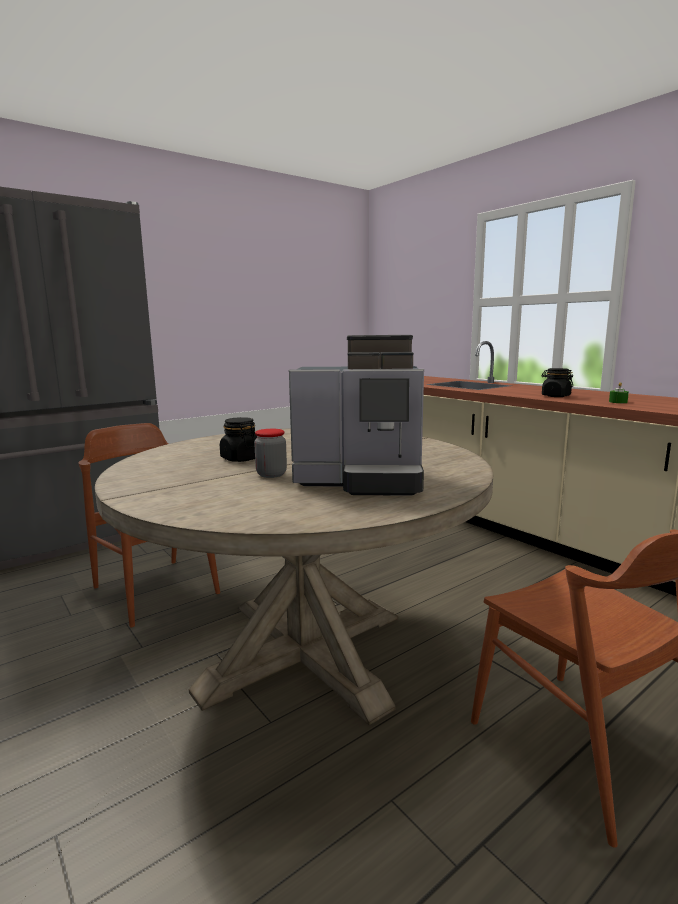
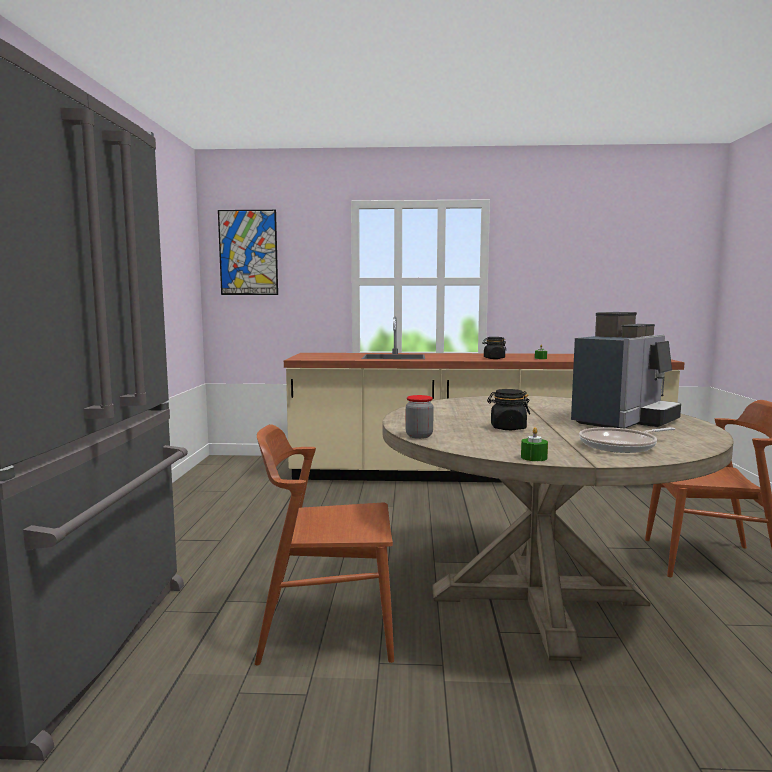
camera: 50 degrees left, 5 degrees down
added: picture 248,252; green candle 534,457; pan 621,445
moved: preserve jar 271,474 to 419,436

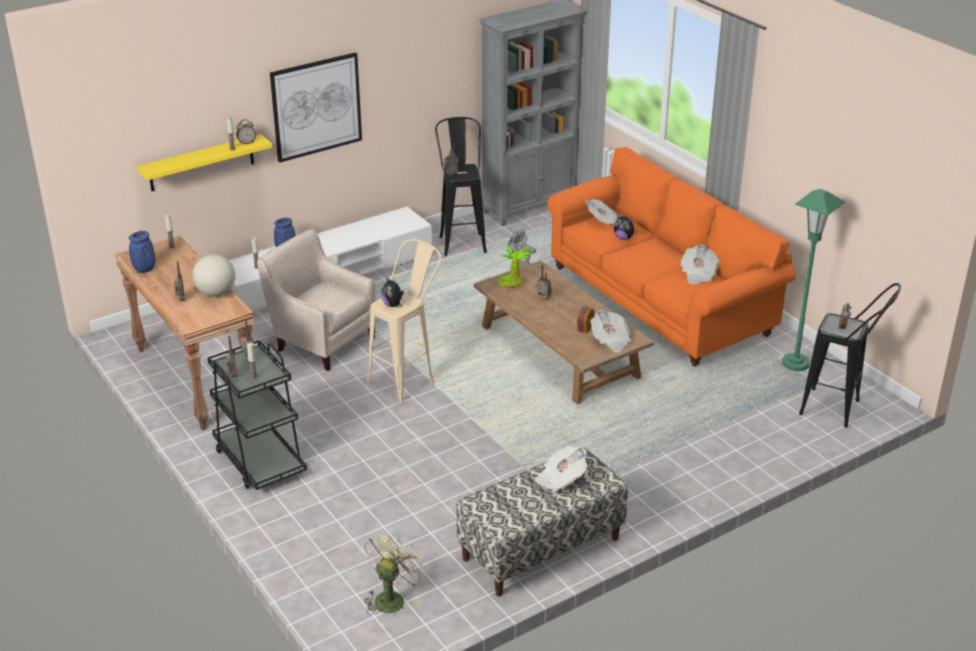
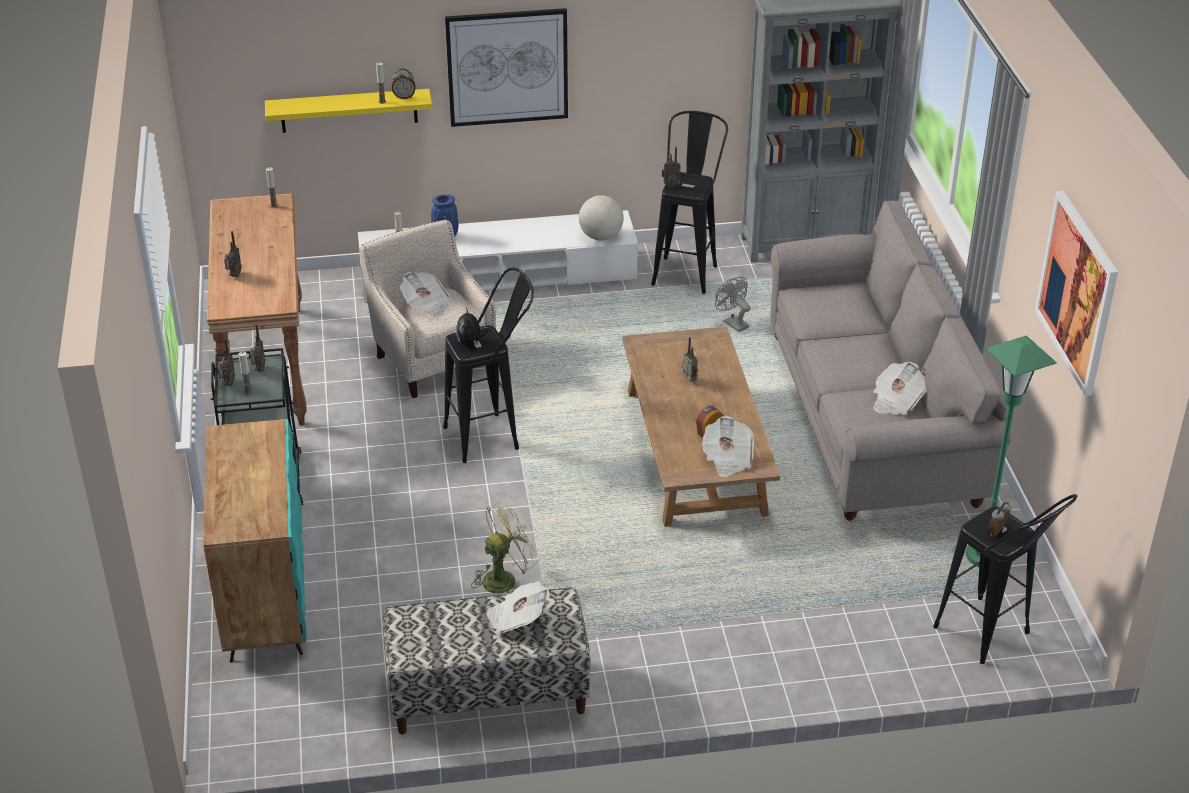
camera: 25 degrees right, 5 degrees up
removed: bluish flower vase 144,270; potted plant 513,282; plush toy 623,238
added: turquoise-coloured storage cabinet 265,596; picture 1077,292
moved: newspaper 603,222 to 426,306; green electric fan 392,597 to 505,578; desk globe 216,293 to 601,236
recoloured: beige stool 407,379 to blackish stool 493,435; orange couch 659,301 to gray couch 872,419

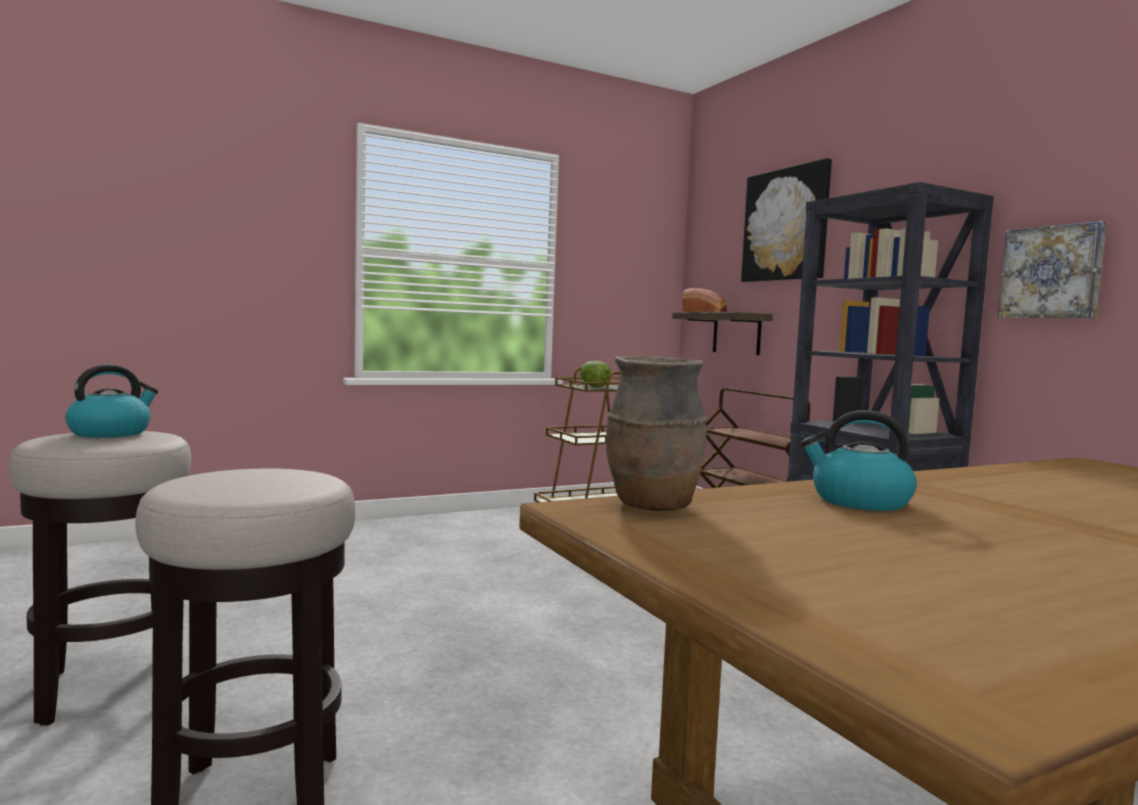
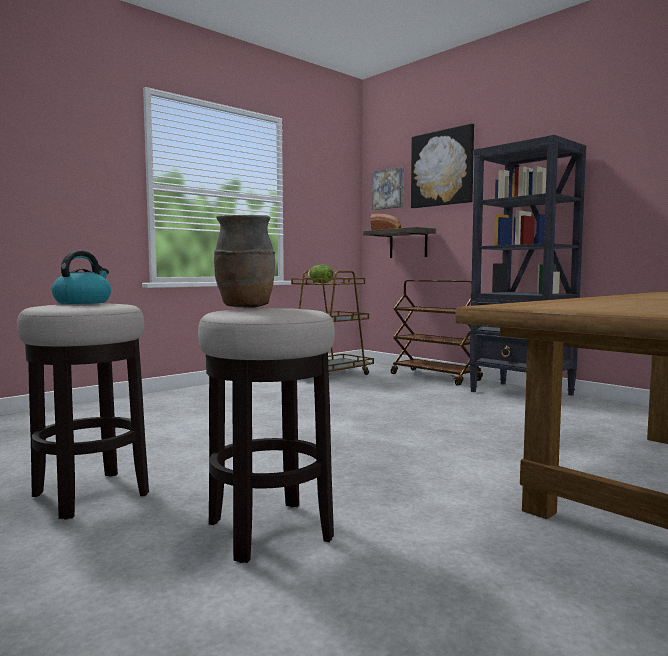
camera: 15 degrees left, 0 degrees up
removed: tea kettle 858,501
moved: brownish flower vase 653,506 to 246,307; picture 1052,272 to 389,189

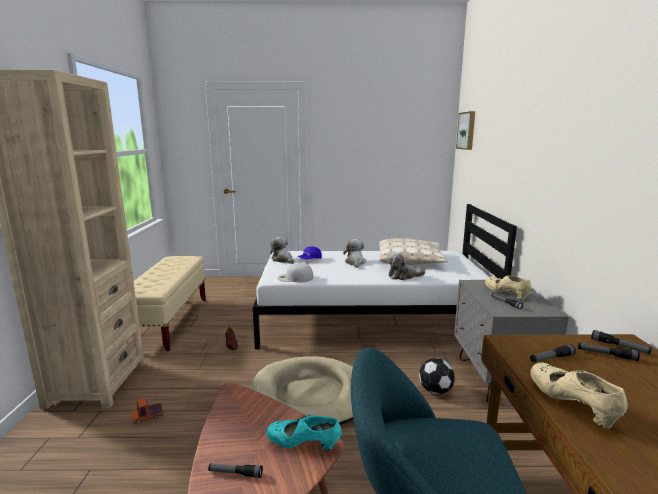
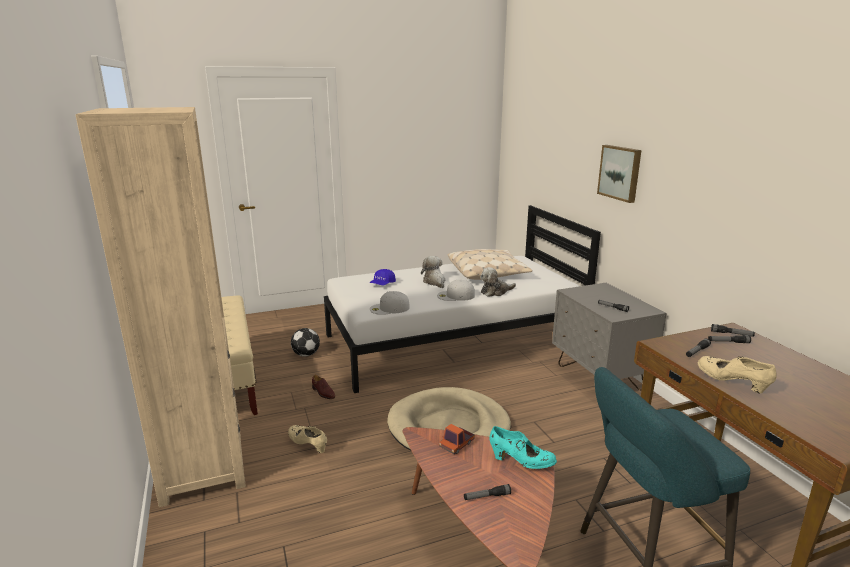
camera: 20 degrees left, 5 degrees up
removed: plush toy 283,260
added: whitish peaked cap 455,296
moved: beige item of footwear 506,294 to 308,445; football 434,390 to 305,354; model truck 148,416 to 456,444; picture 467,130 to 620,172
turned: turquoise-coloured item of footwear 303,445 = 521,462 150 degrees counterclockwise

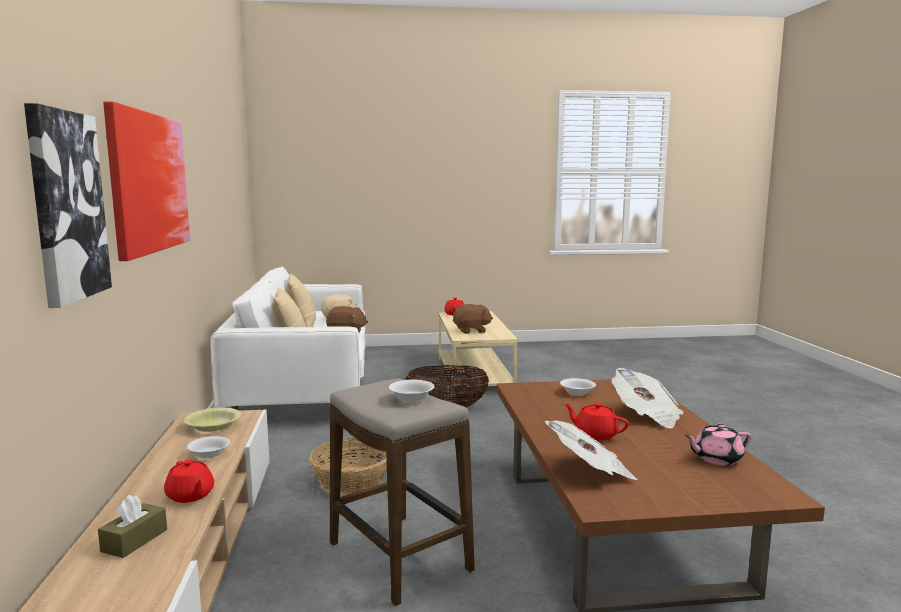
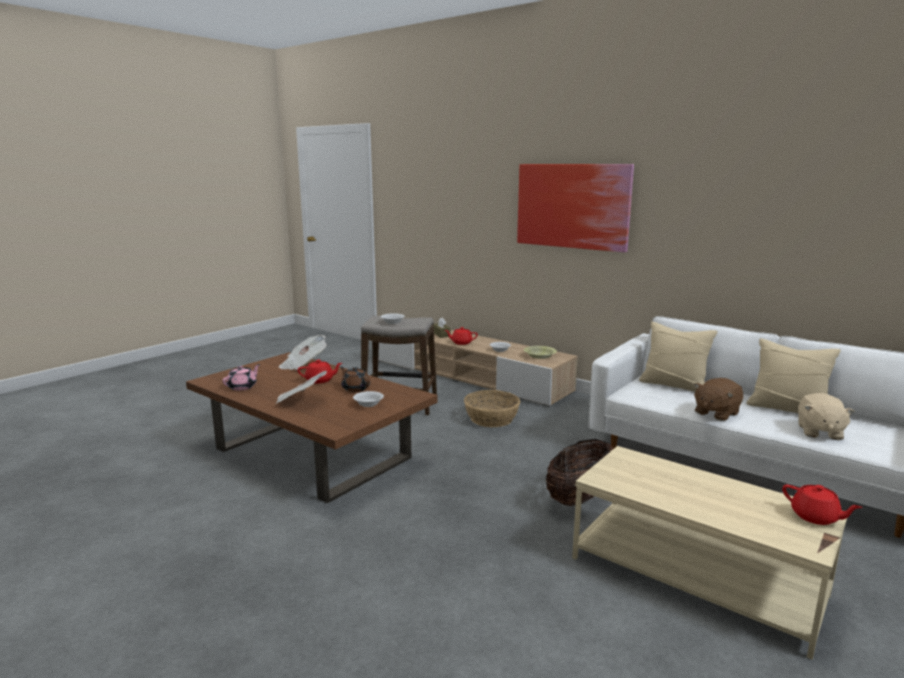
camera: 135 degrees right, 5 degrees up
removed: picture 66,206; brownish plush toy 471,331
added: brownish pot for tea 355,388

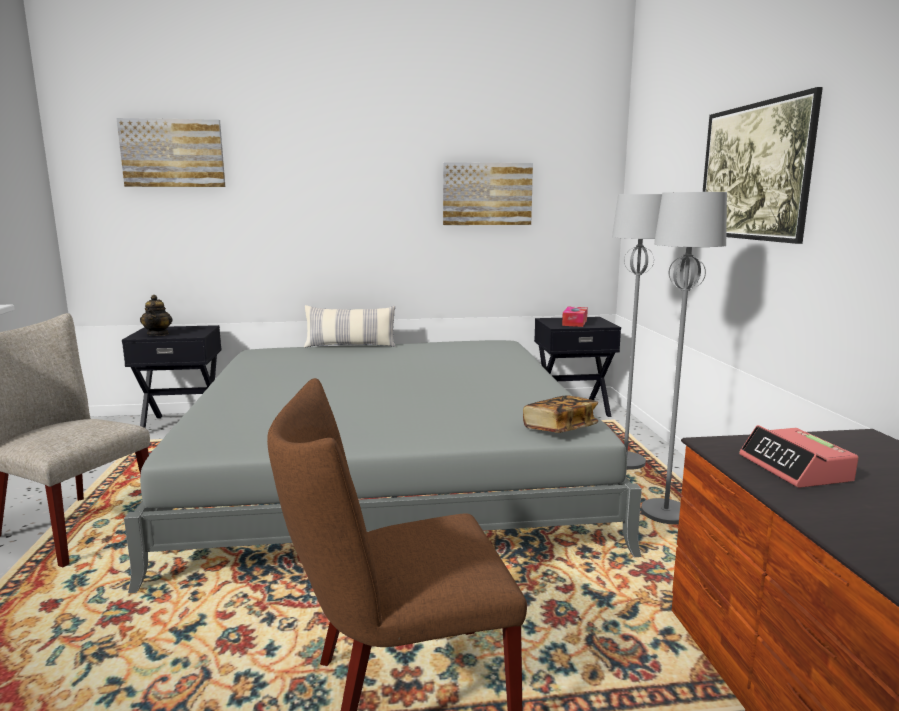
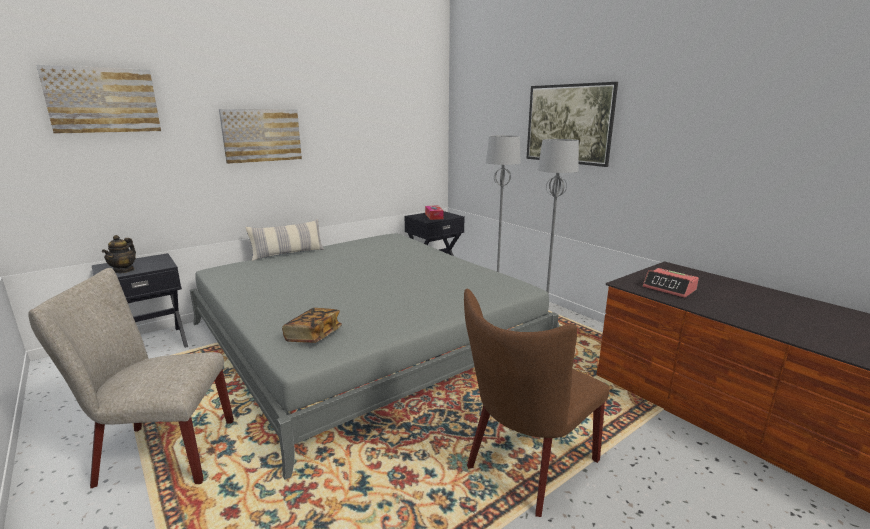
camera: 30 degrees left, 5 degrees up
moved: picture 487,194 to 261,135; book 560,429 to 313,336
turned: pot for tea 158,334 = 124,270 45 degrees clockwise

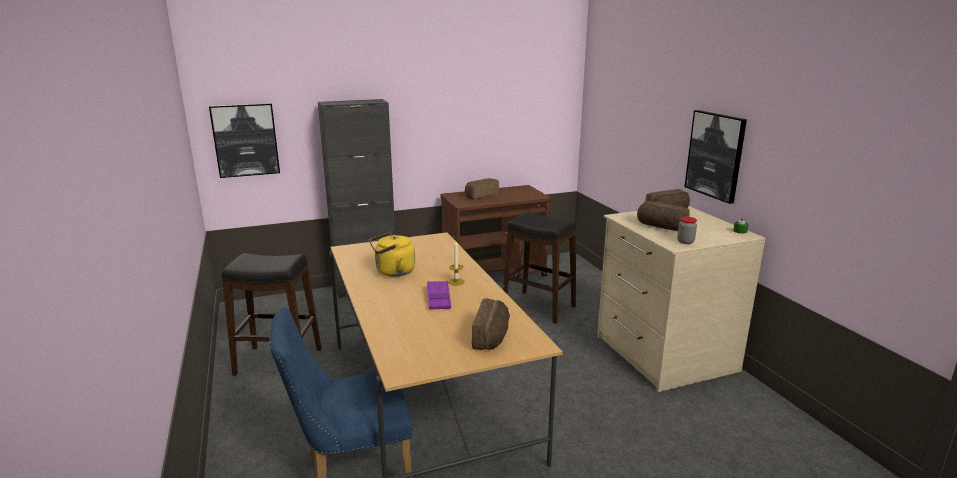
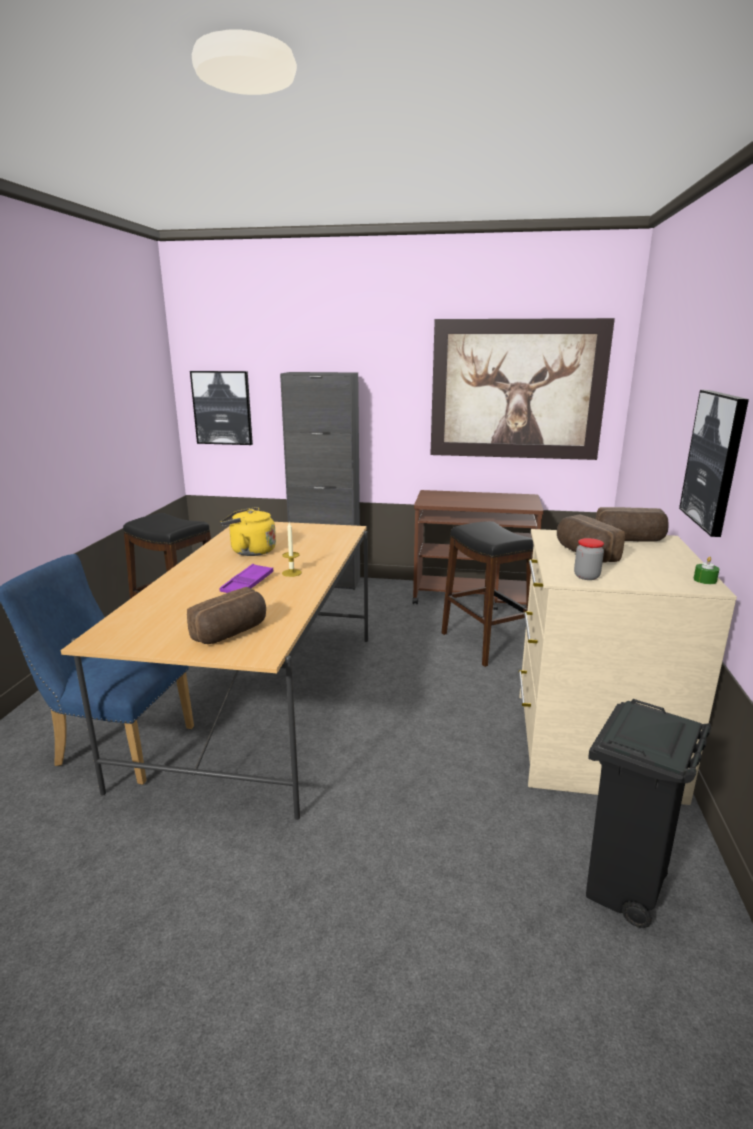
camera: 30 degrees right, 0 degrees up
removed: bread 480,196
added: picture 516,390; blackish waste bin 623,892

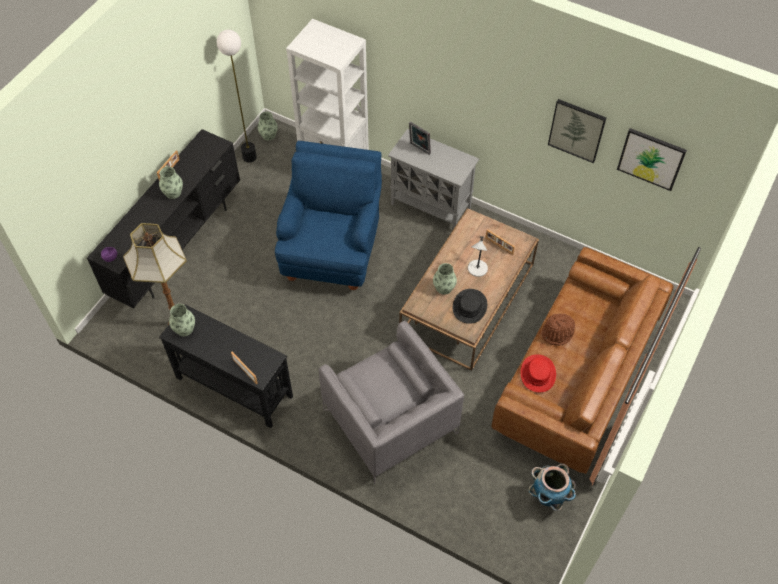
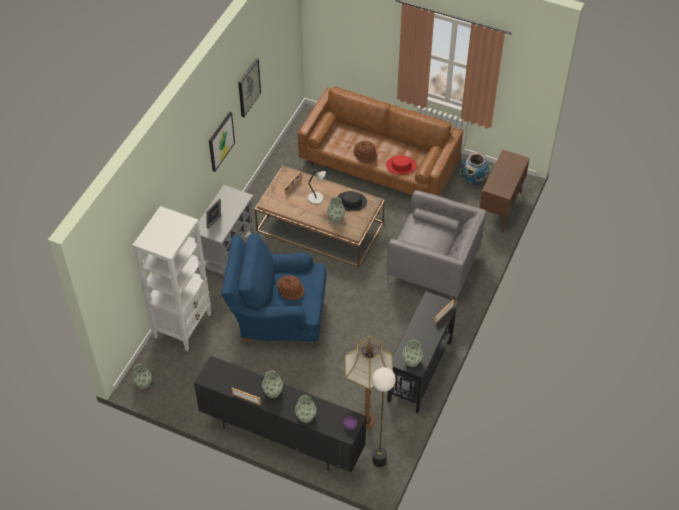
camera: 95 degrees left, 5 degrees down
added: brownish wearable hat 291,290; flower vase 305,416; brownish storage cabinet 500,209
moved: picture 651,158 to 221,141; standard lamp 249,157 to 379,460
turned: gray armchair 390,422 = 433,267 60 degrees clockwise

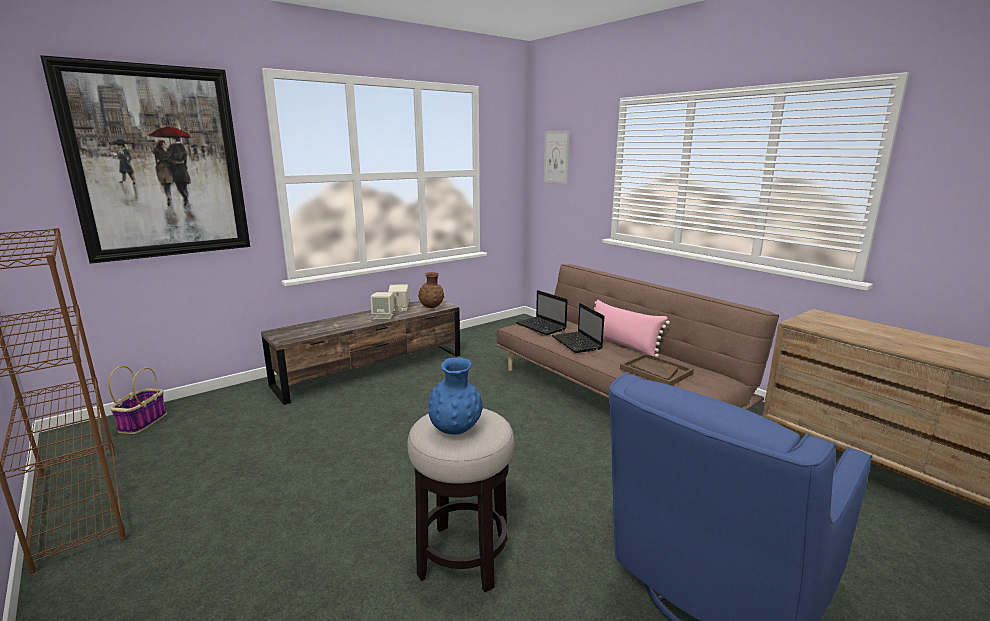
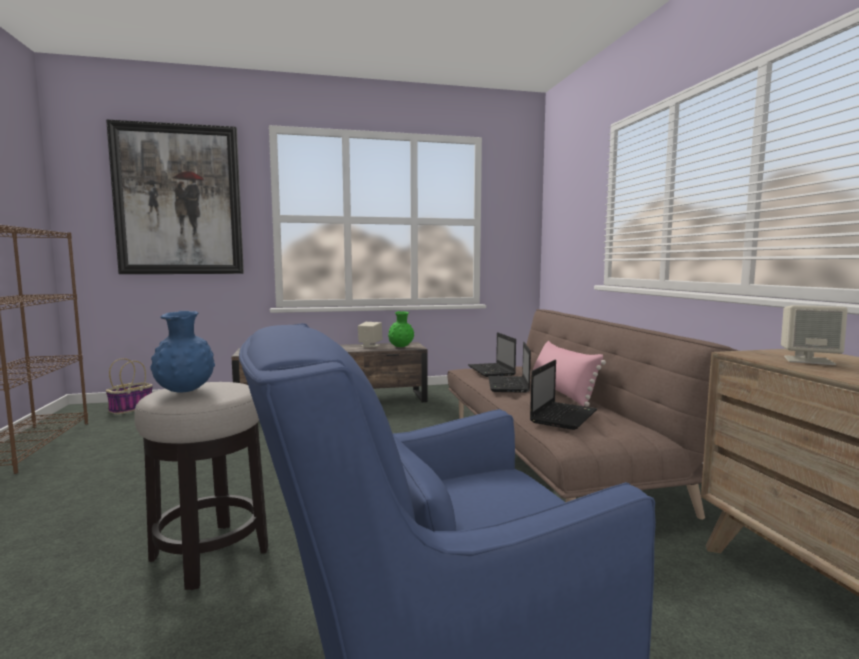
camera: 25 degrees right, 10 degrees down
removed: picture 556,157
moved: beige audio speaker 384,316 to 808,360
replaced: brownish tray 655,371 to notebook computer 563,416
recoloured: brownish flower vase 431,307 to green flower vase 401,347

